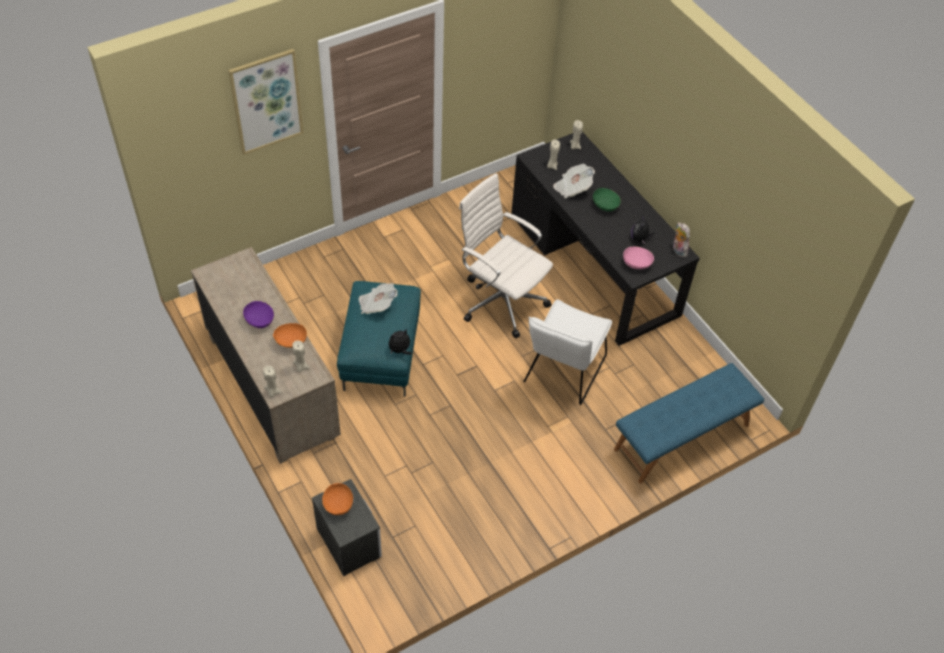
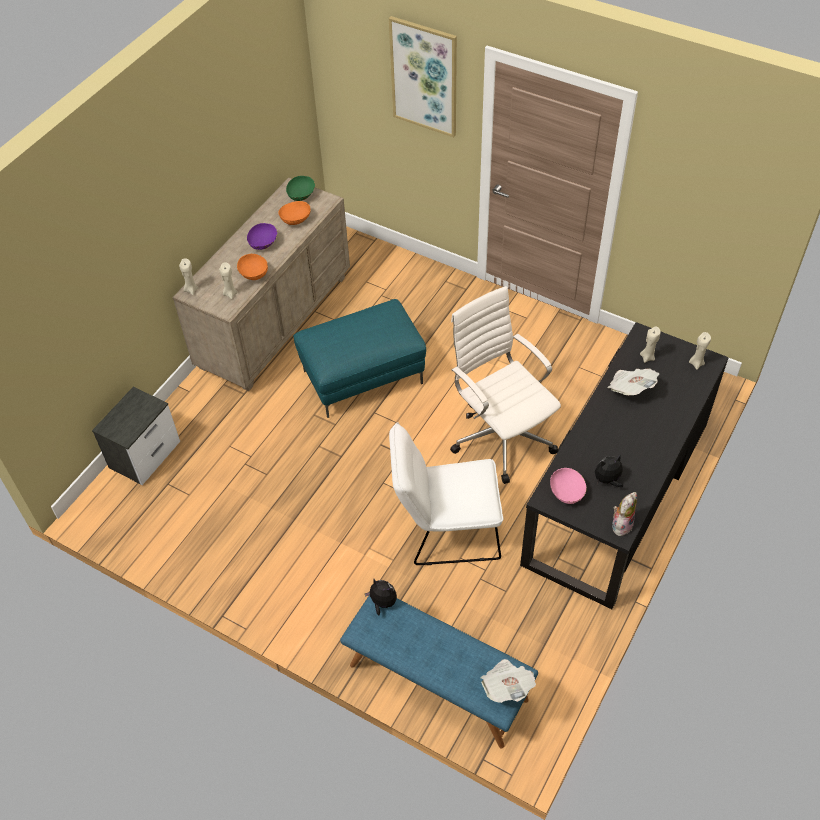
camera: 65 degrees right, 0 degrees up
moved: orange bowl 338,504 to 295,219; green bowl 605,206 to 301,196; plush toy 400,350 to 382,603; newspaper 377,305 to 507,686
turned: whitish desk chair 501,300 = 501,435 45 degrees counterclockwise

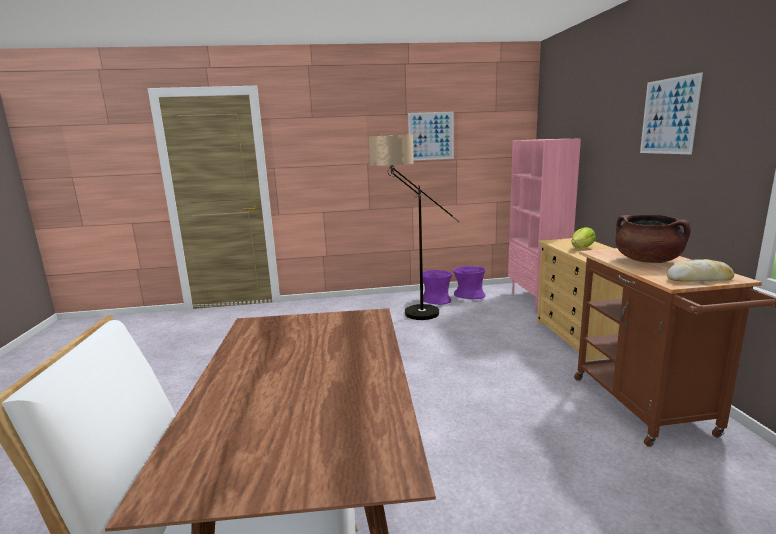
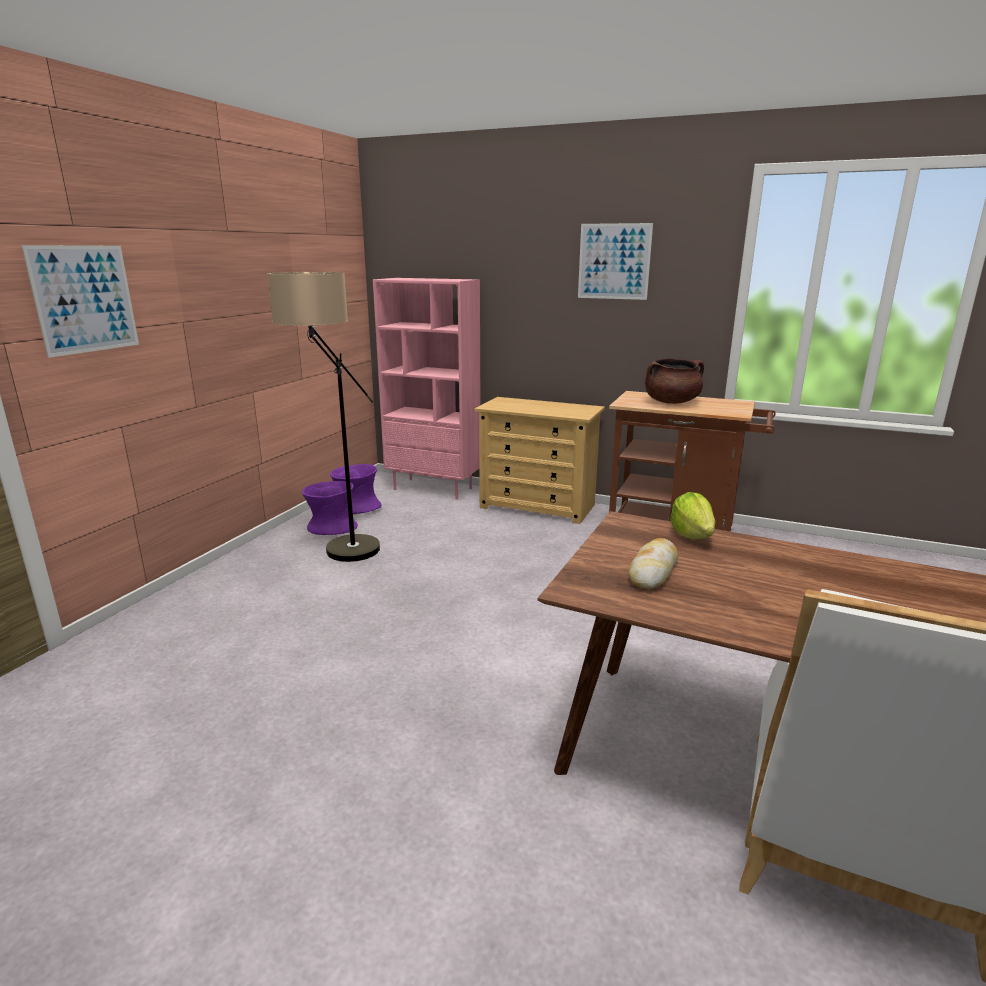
camera: 60 degrees left, 5 degrees up
moved: picture 431,136 to 85,299; bread 699,279 to 653,571; head of lettuce 582,248 to 692,535

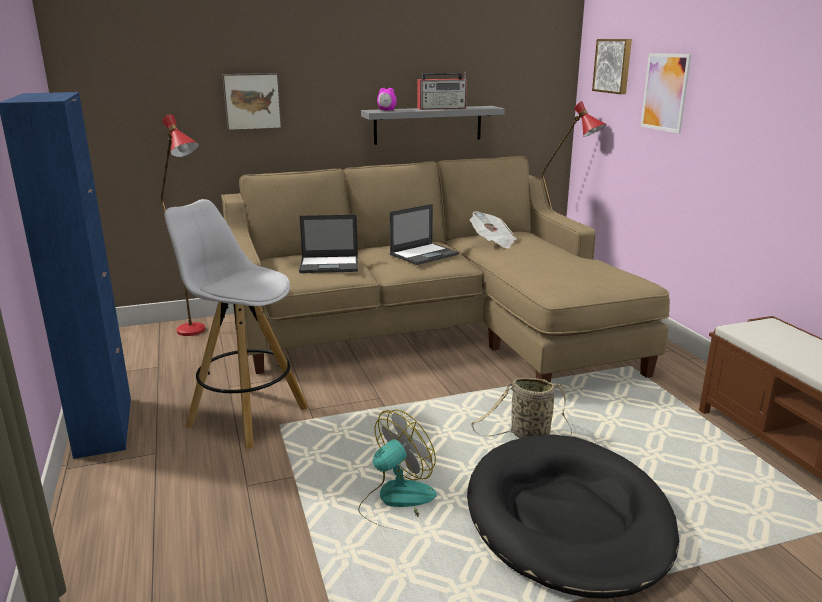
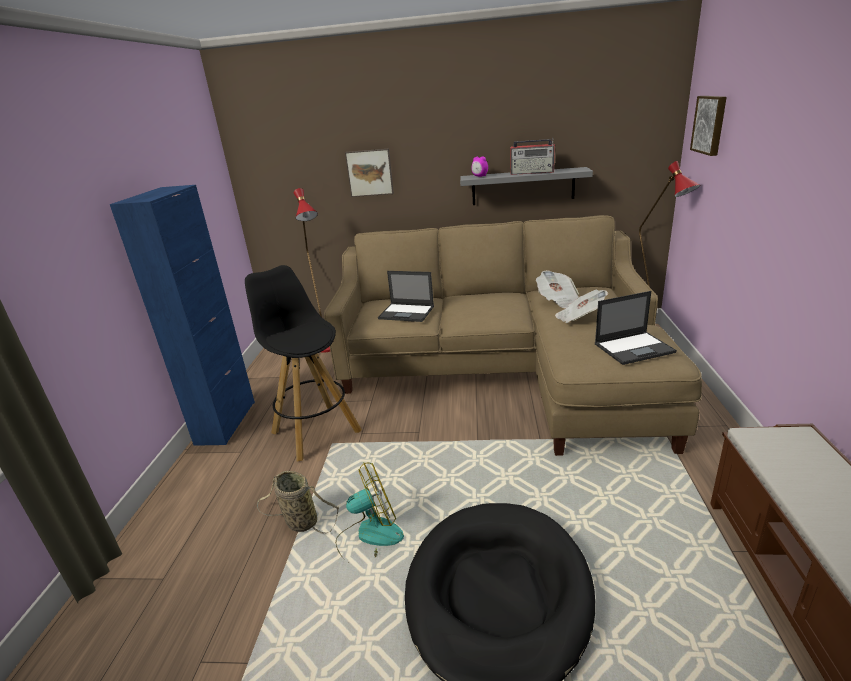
camera: 25 degrees right, 5 degrees up
removed: picture 665,92
added: newspaper 579,318
moved: storage basket 527,435 to 299,521; notebook computer 424,254 to 634,348
recoloured: whitish stool 246,416 to blackish stool 315,431

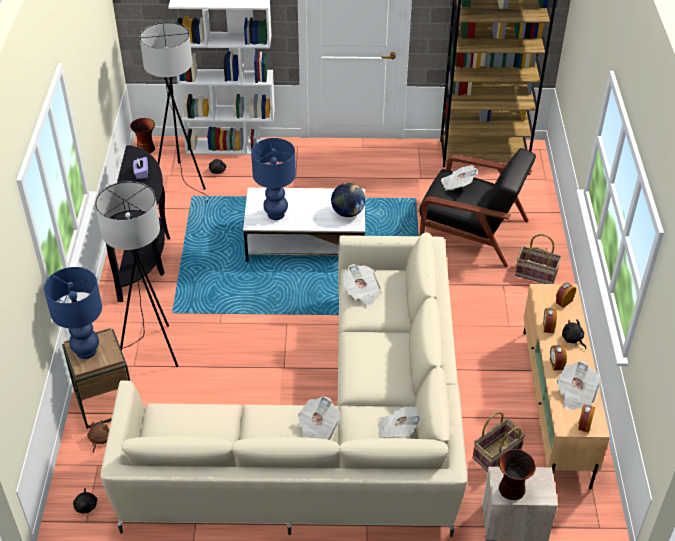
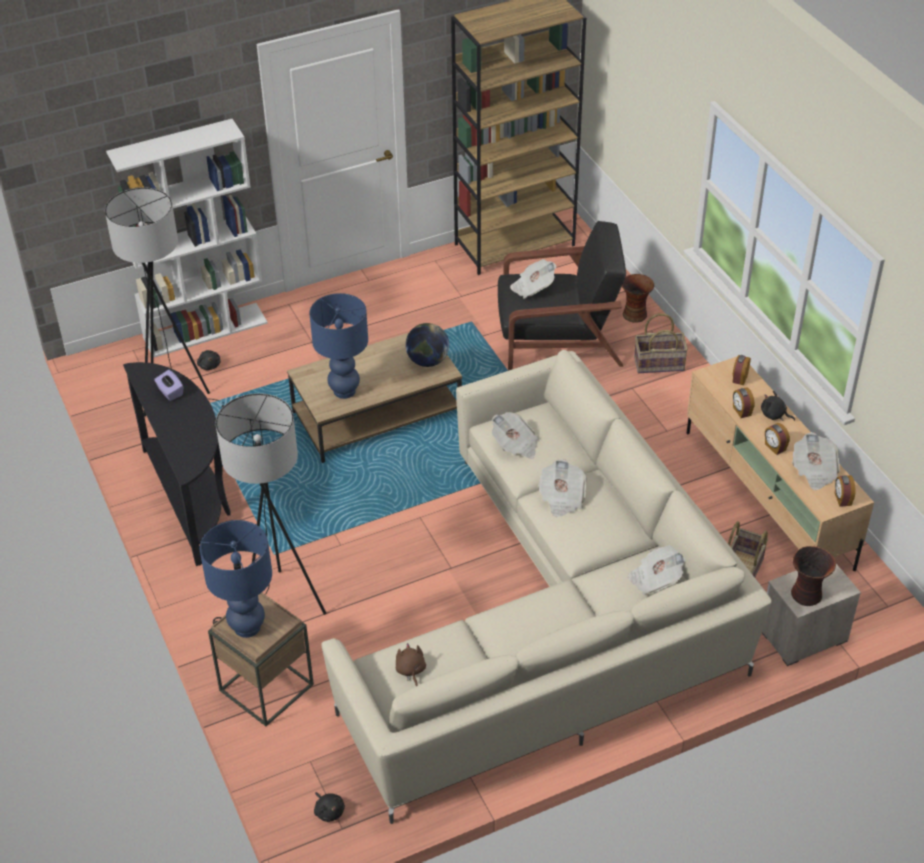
camera: 25 degrees left, 0 degrees up
moved: brownish plush toy 99,440 to 410,671; newspaper 317,429 to 561,498; flower vase 146,148 to 635,314
recoloured: whitish lounge table 304,241 to brownish lounge table 376,415

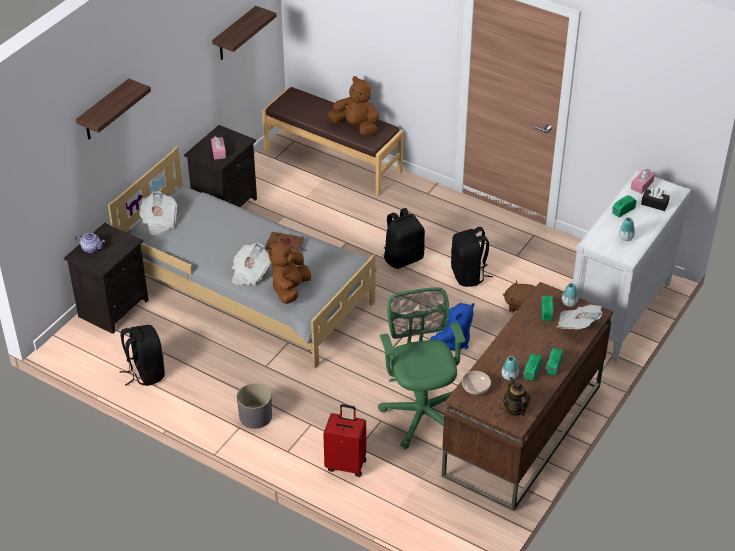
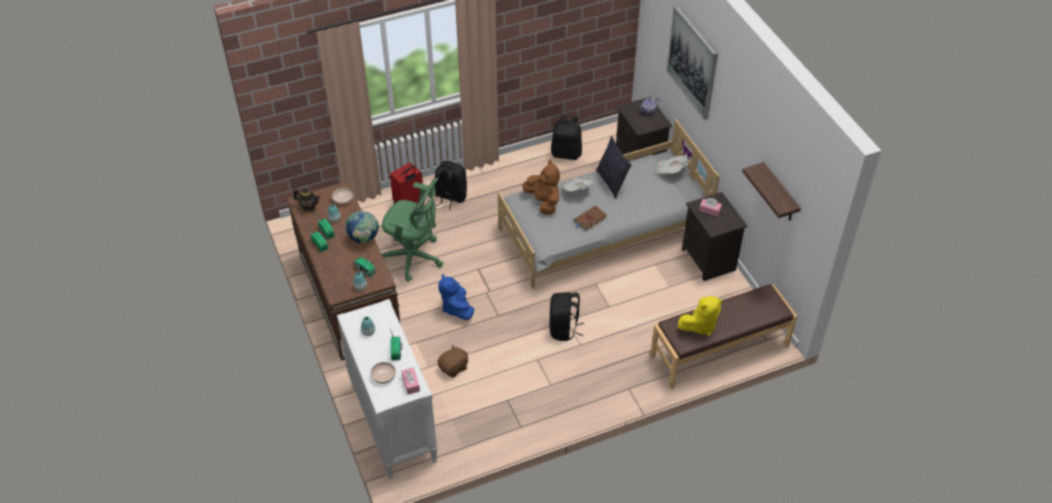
camera: 125 degrees right, 5 degrees up
removed: gray flower pot 255,416; newspaper 577,325
added: desk globe 364,239; cushion 611,182
moved: blackish rucksack 468,275 to 450,197
replaced: blackish tissue box 654,204 to bowl 383,376; shelf 104,111 to picture 692,62
recoloured: brownish plush toy 356,126 to yellowish plush toy 700,325

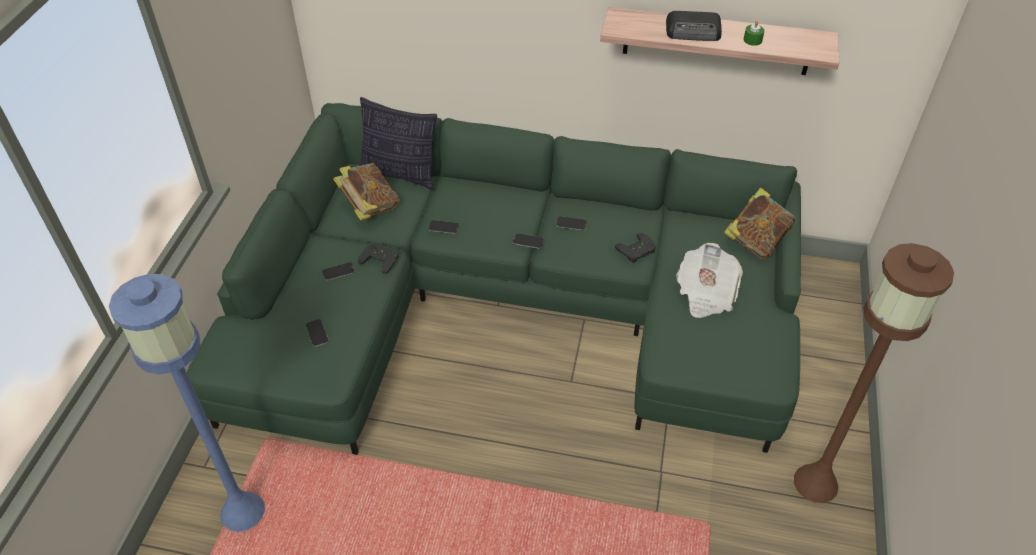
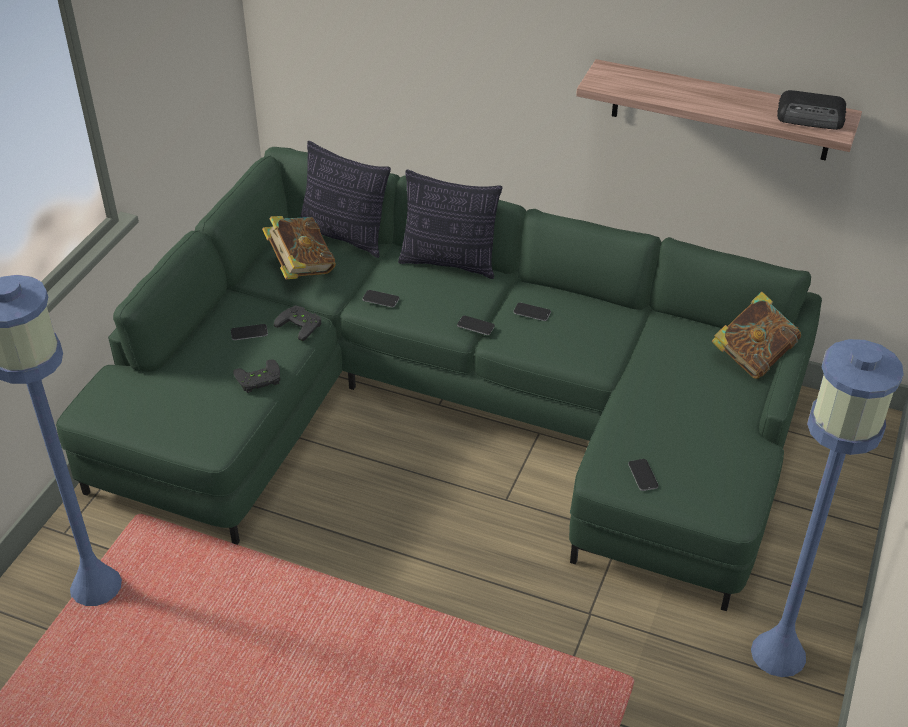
camera: 10 degrees right, 5 degrees down
removed: newspaper 705,294; green candle 752,40
added: cushion 449,263
moved: blackish game controller 637,251 to 259,380; telephone 317,333 to 643,475; radio 694,31 to 811,116
recoloured: brownish standard lamp 816,483 to bluish standard lamp 779,654

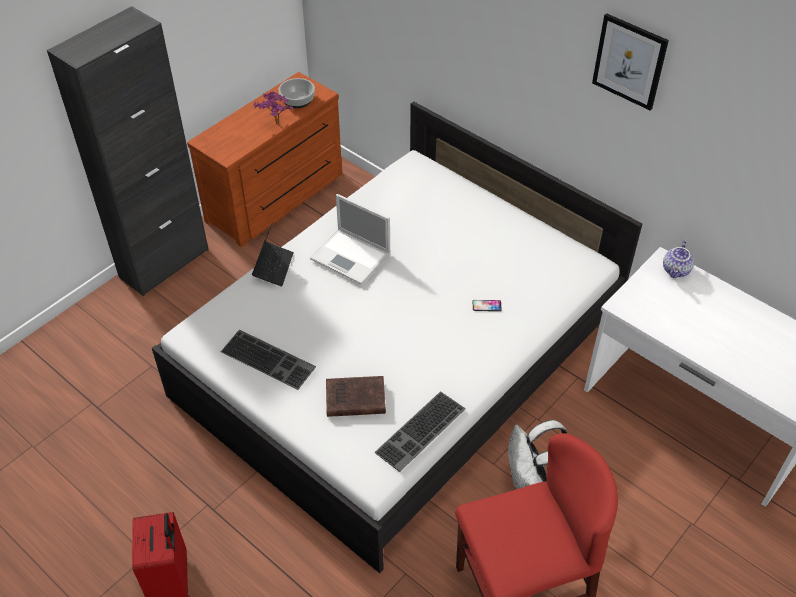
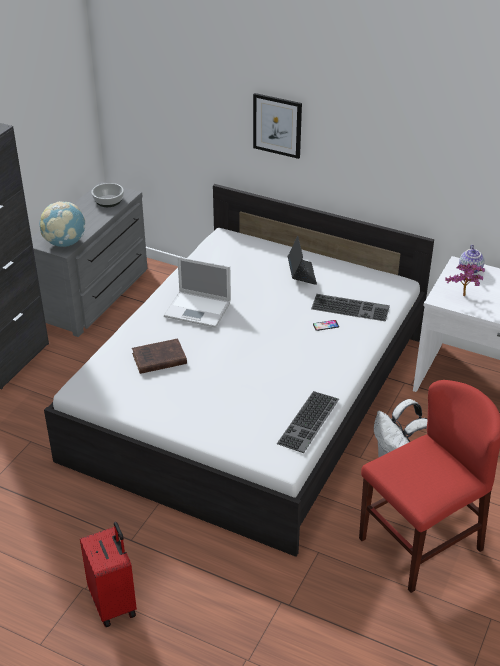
camera: 15 degrees left, 10 degrees down
added: desk globe 65,243
moved: brownish book 353,399 to 158,359; picture 629,61 to 277,125; notebook computer 273,267 to 301,274; PC keyboard 269,358 to 351,307; potted plant 276,125 to 464,297
recoloured: brownish dresser 277,198 to gray dresser 97,295

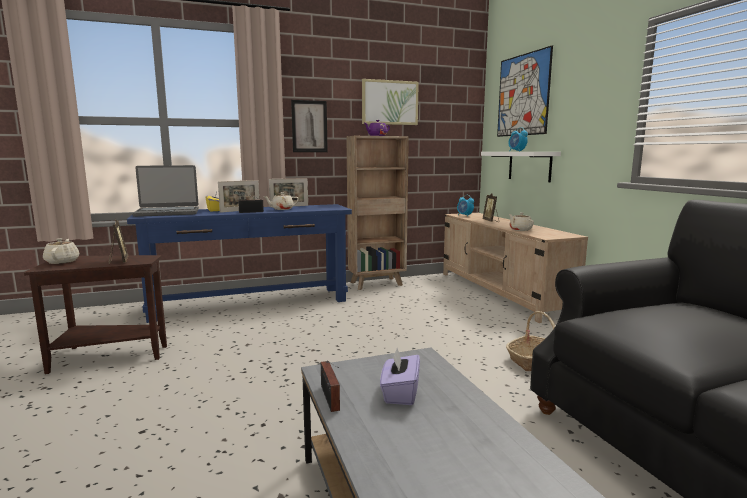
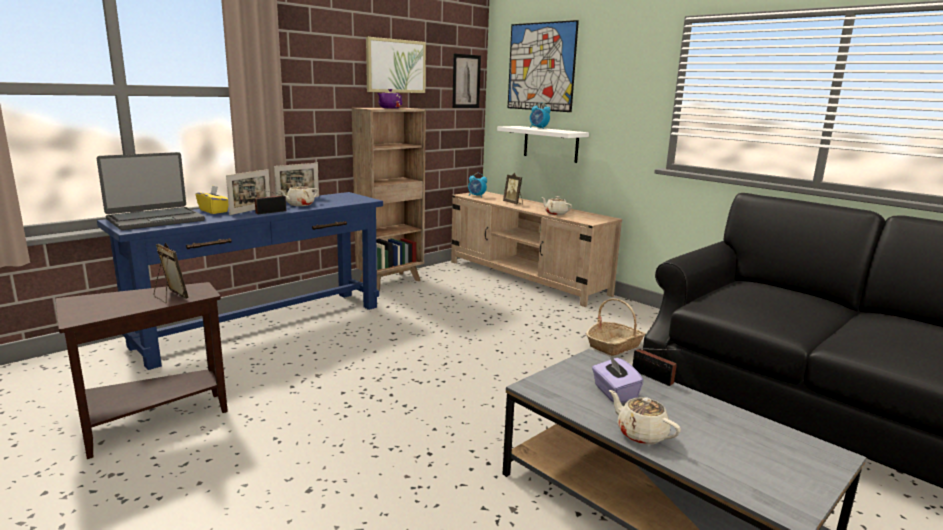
camera: 25 degrees left, 5 degrees up
moved: picture 309,126 to 466,81; beige pot for tea 62,261 to 640,434; radio 330,399 to 654,378

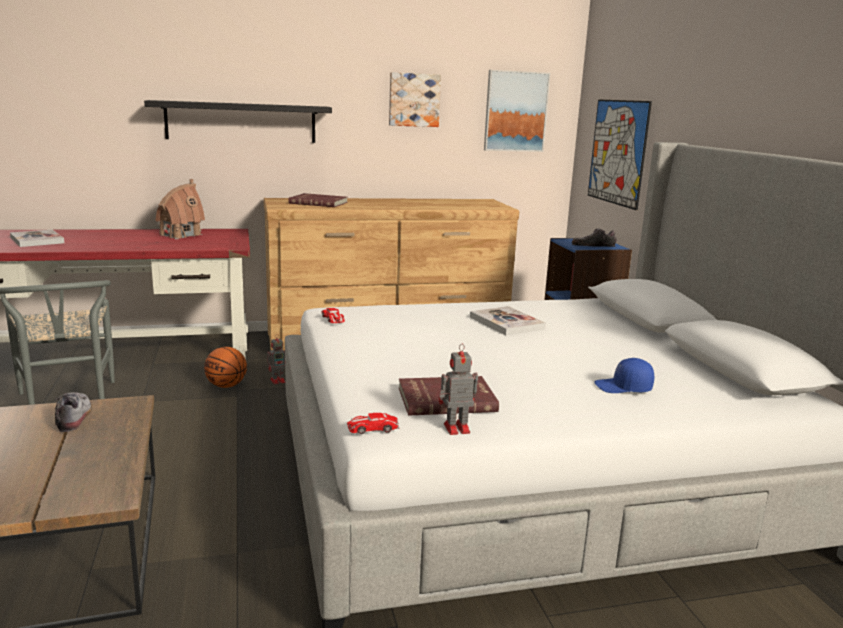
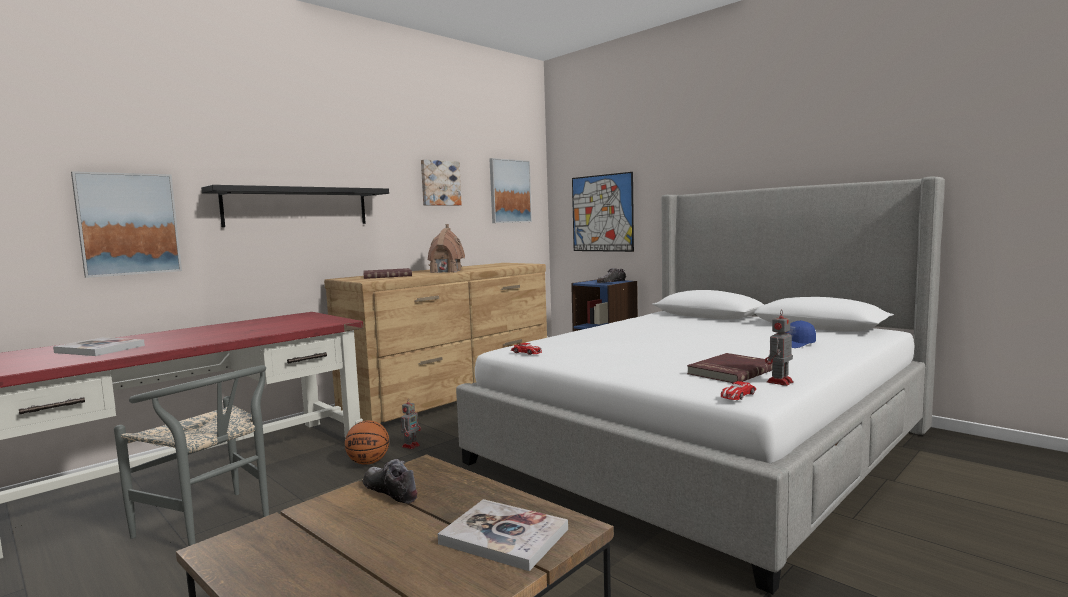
camera: 30 degrees left, 10 degrees down
added: picture 128,224
moved: model house 180,235 to 445,271; book 506,323 to 504,536

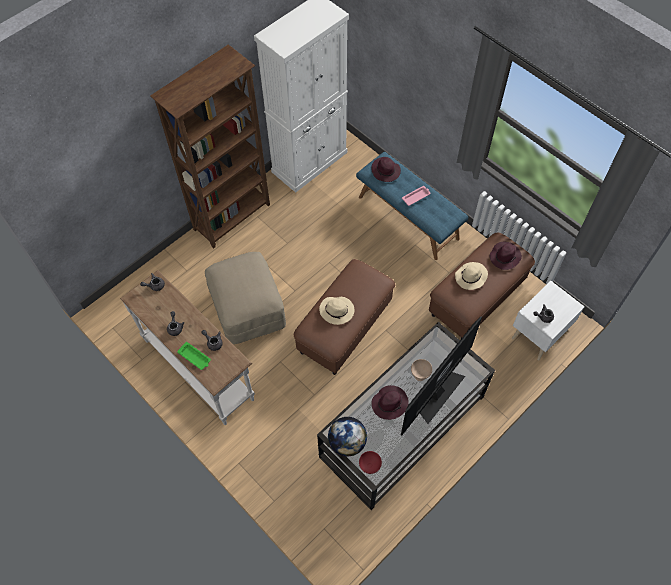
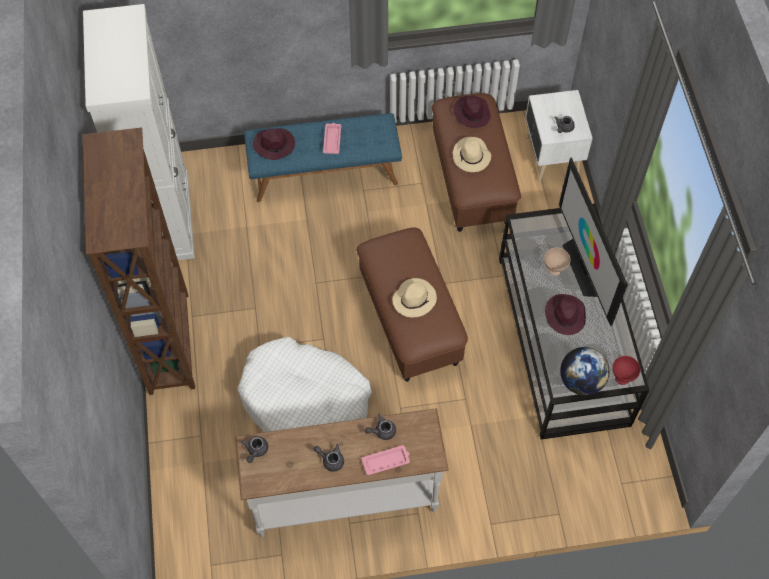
camera: 55 degrees left, 0 degrees up
replaced: beige footrest 247,308 to whitish dog bed 305,401
recoloured: green tray 195,357 to pinkish tray 386,461

